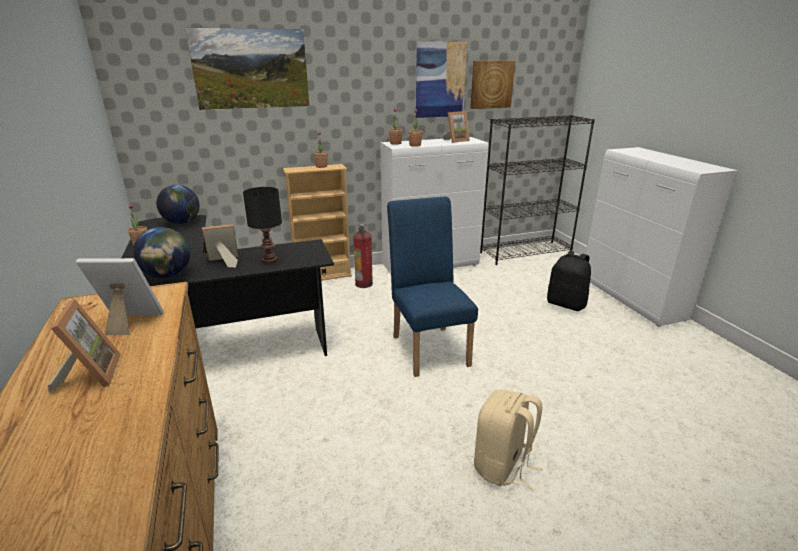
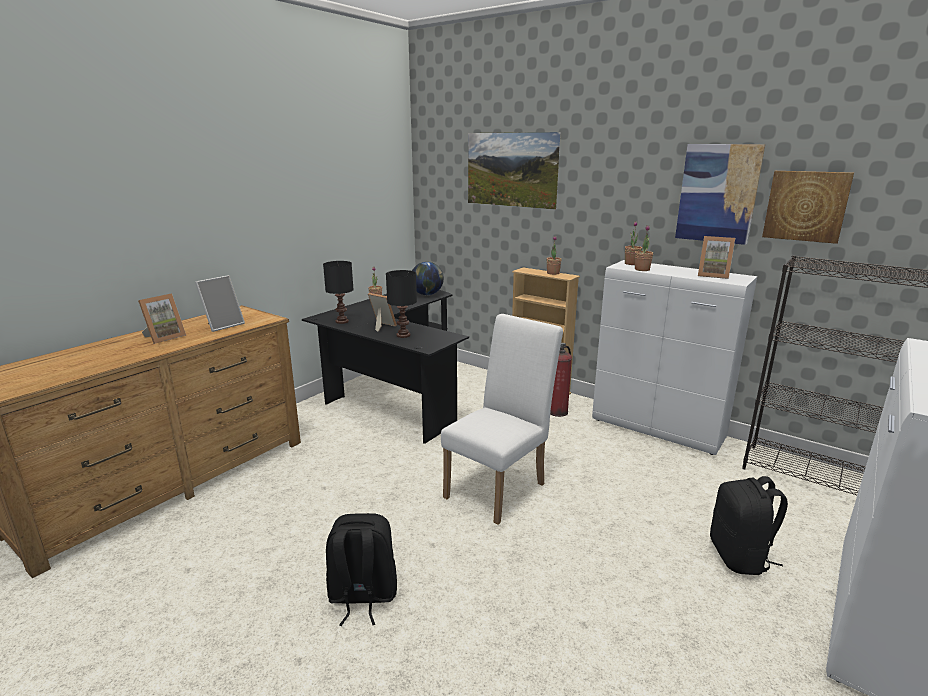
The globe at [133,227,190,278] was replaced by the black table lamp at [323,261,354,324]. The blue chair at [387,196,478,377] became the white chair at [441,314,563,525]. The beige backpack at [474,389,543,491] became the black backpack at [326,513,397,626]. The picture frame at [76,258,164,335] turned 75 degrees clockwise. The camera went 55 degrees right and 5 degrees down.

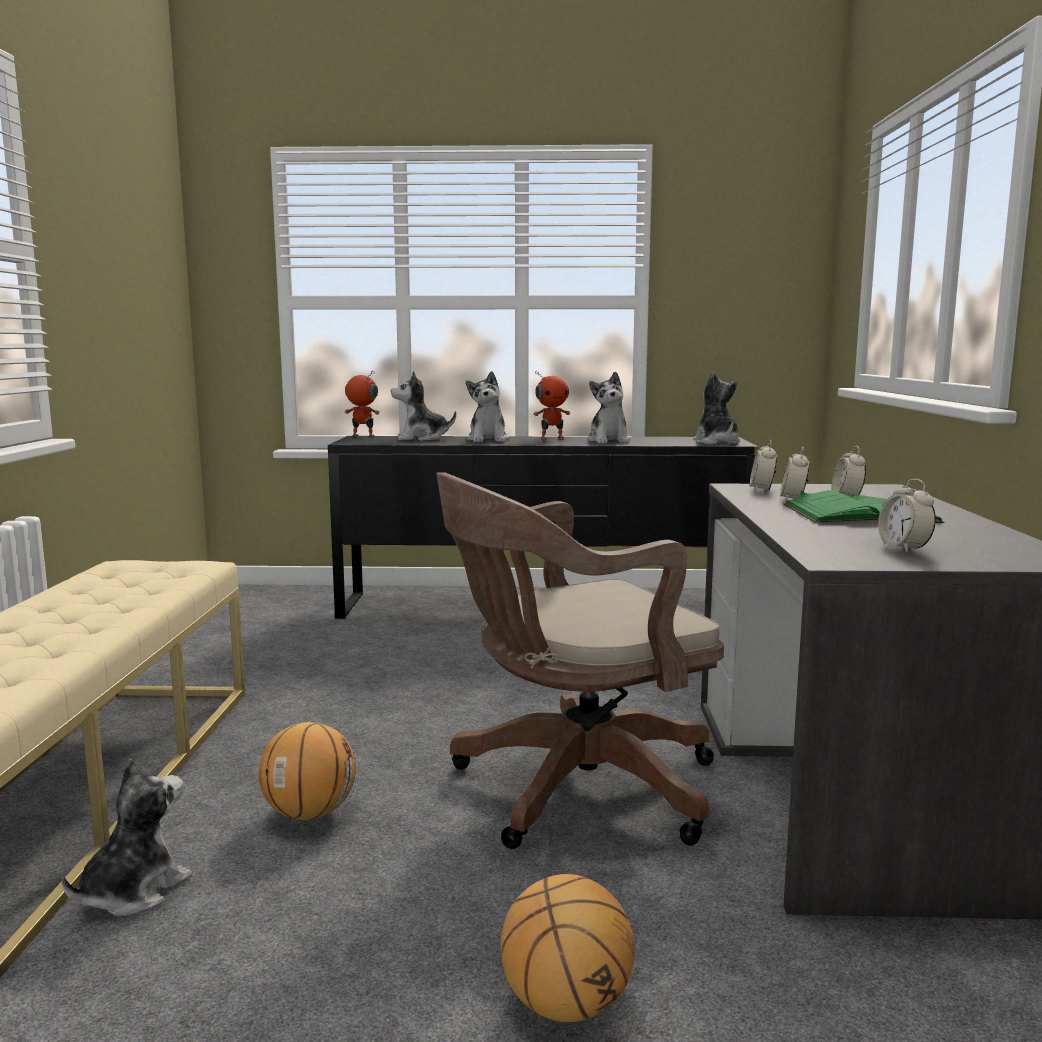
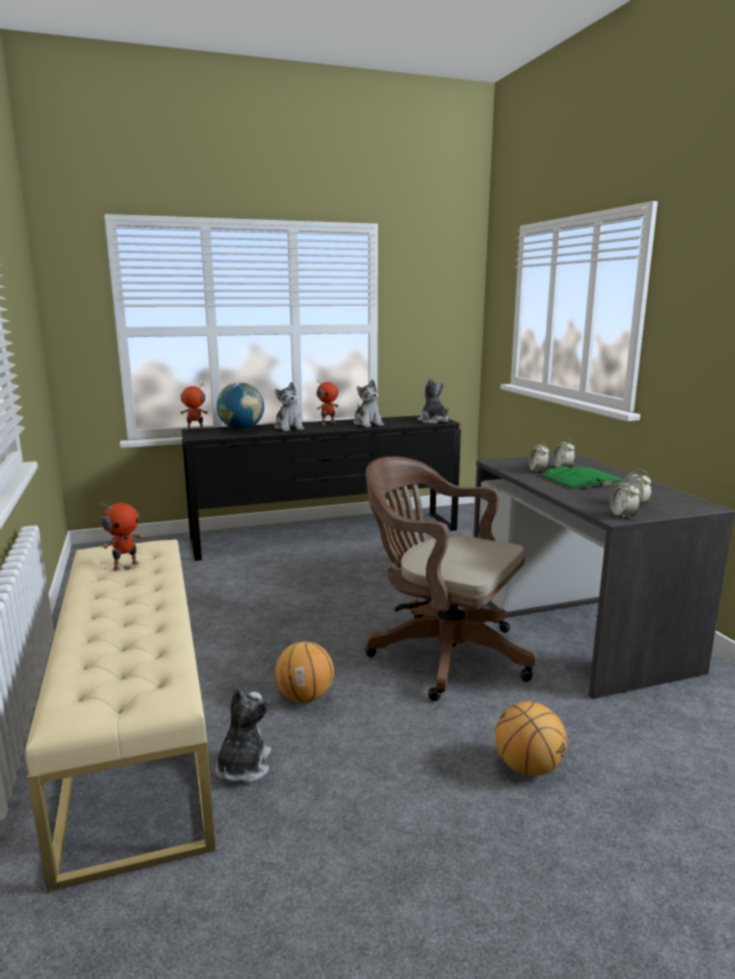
The toy robot at [99,502,143,571] appeared. The alarm clock moved from [749,440,777,491] to [610,479,640,519]. The plush toy at [391,371,456,441] was replaced by the globe at [217,382,264,430]. The brown office chair at [436,472,724,849] turned 75 degrees clockwise. The camera went 20 degrees left and 5 degrees up.

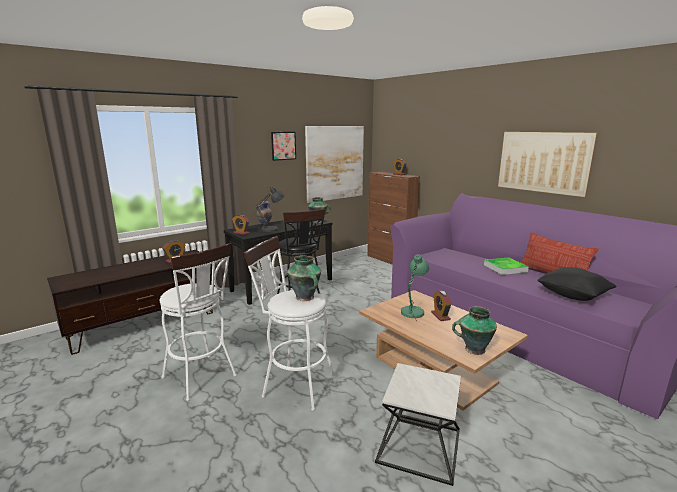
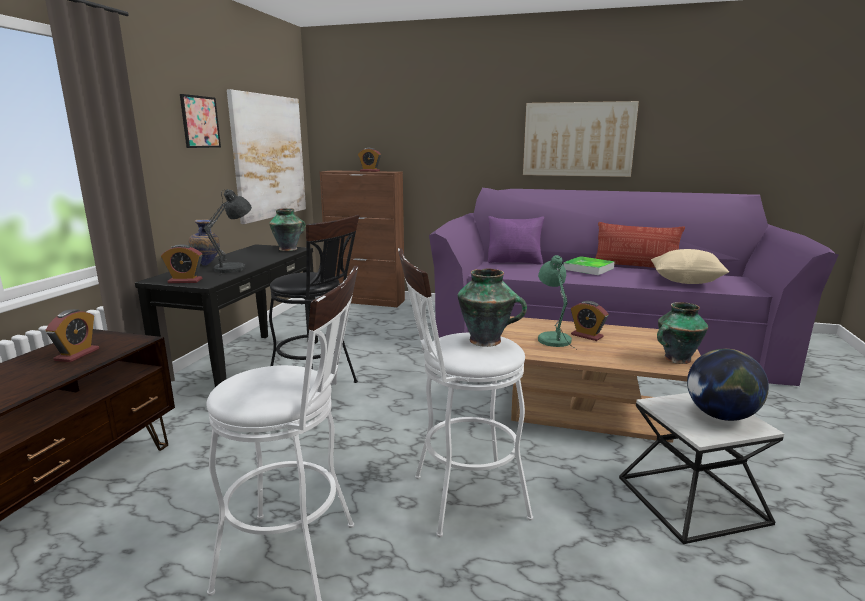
The purple pillow at [488,216,544,265] appeared. The globe at [687,349,769,421] appeared. The black pillow at [537,267,617,301] became the beige pillow at [651,249,729,284]. The camera went 35 degrees left and 0 degrees up.

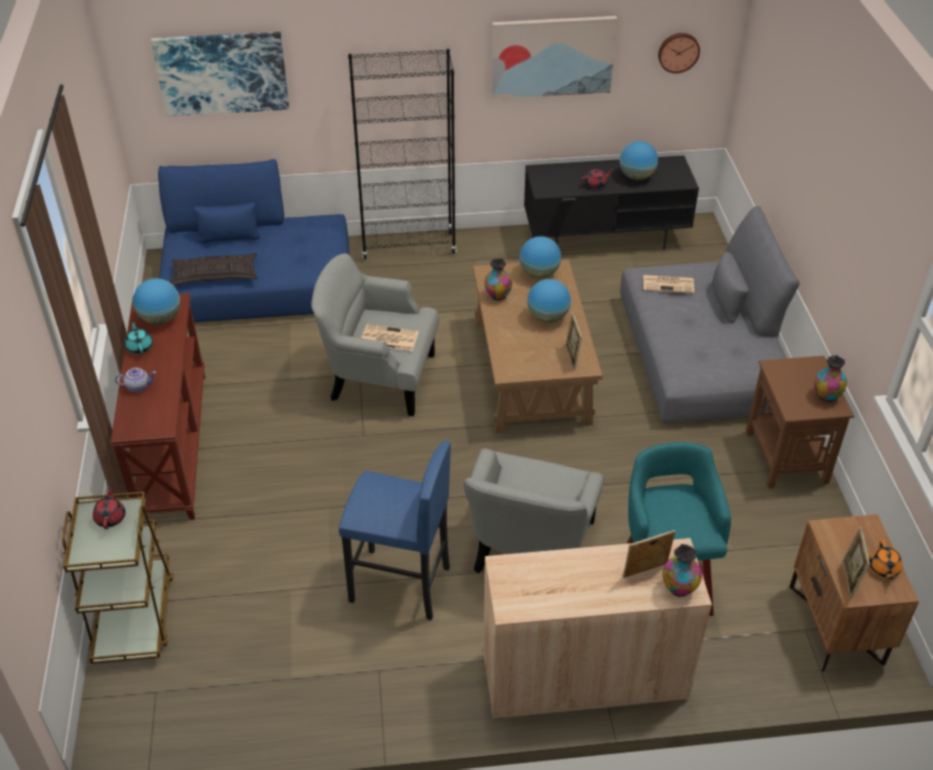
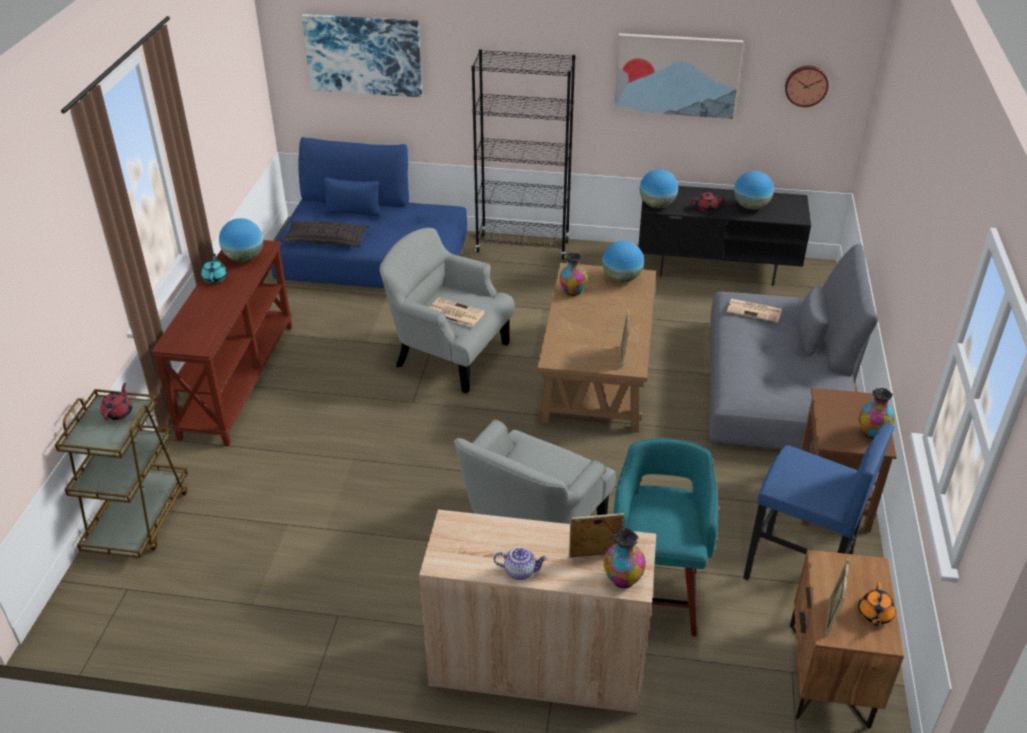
The teapot moved from [115,368,156,393] to [494,547,547,580]. The blue stool moved from [339,441,451,620] to [743,423,895,580]. The globe moved from [527,279,571,323] to [639,169,678,208]. The camera went 15 degrees right and 5 degrees down.

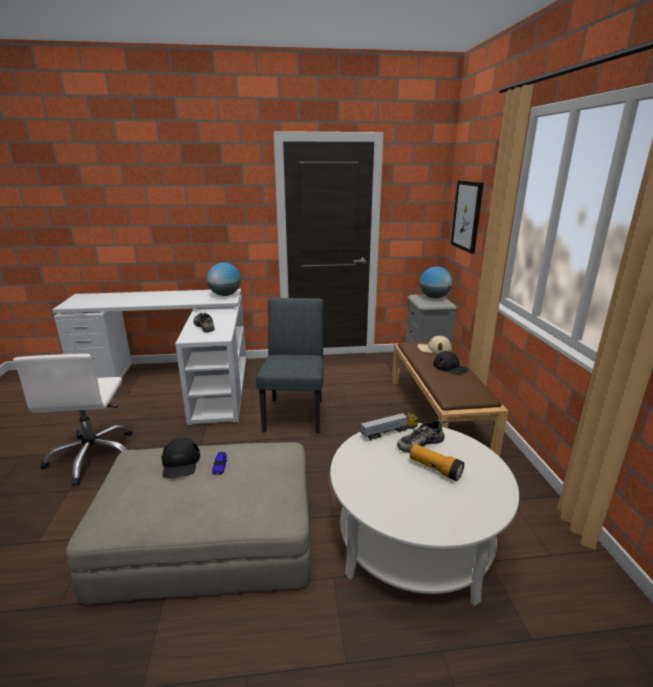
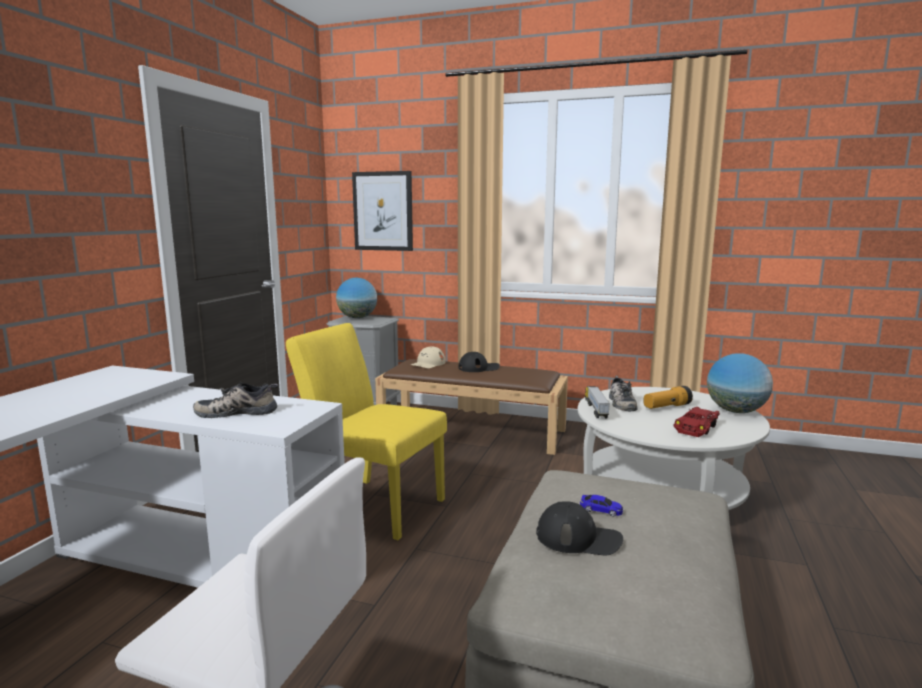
The red toy car at [673,407,720,437] appeared. The globe moved from [207,263,241,296] to [707,353,773,413]. The grey chair at [256,298,324,433] became the yellow chair at [286,323,447,540]. The camera went 65 degrees left and 10 degrees down.

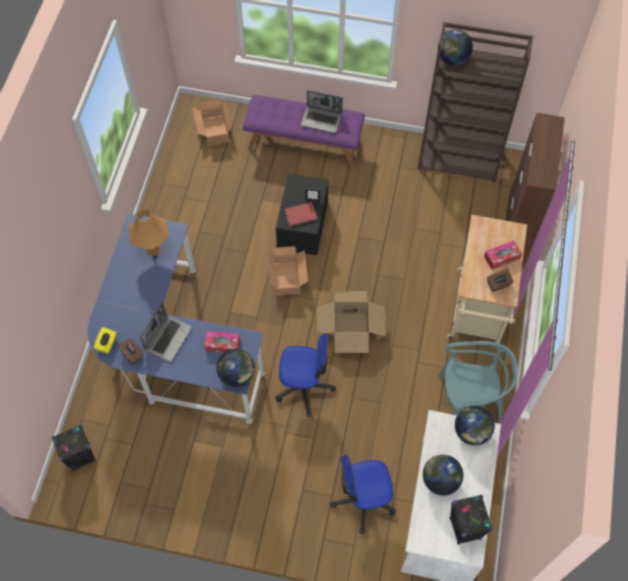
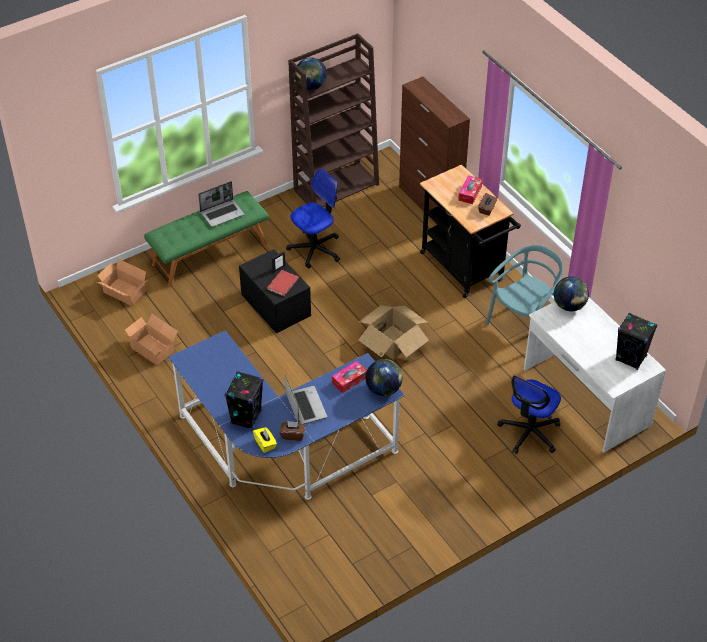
The orange table lamp at [129,209,168,256] disappeared. The globe at [423,454,463,496] disappeared. The black speaker moved from [51,424,96,471] to [224,371,263,430]. The cardboard box moved from [268,246,308,295] to [125,314,178,365]. The office chair moved from [275,333,336,417] to [286,168,340,268]. The purple bench at [243,95,365,168] became the green bench at [144,191,269,287]. The beige cart at [447,215,527,348] became the black cart at [420,165,521,298]. The camera went 45 degrees left and 15 degrees down.

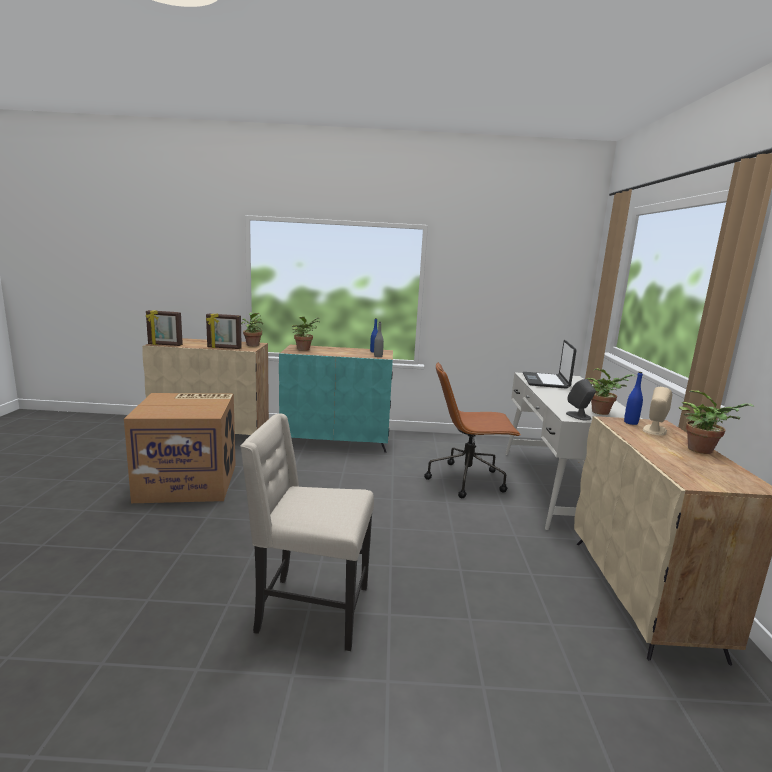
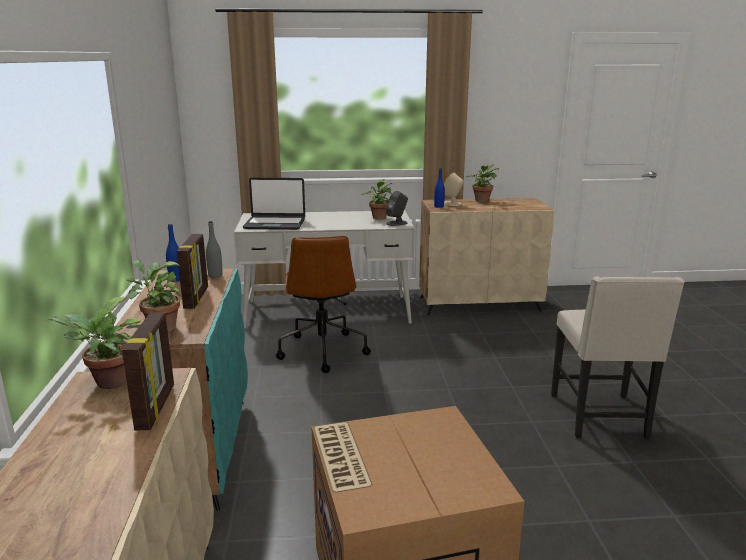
The picture frame moved from [146,310,183,346] to [177,234,208,309]. The camera went 95 degrees left and 5 degrees up.

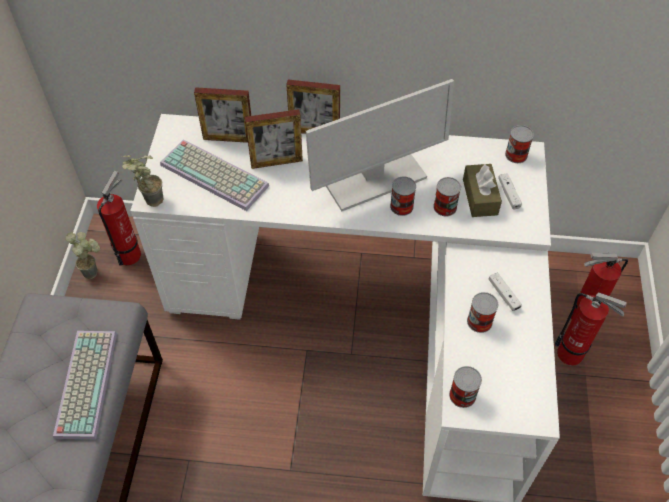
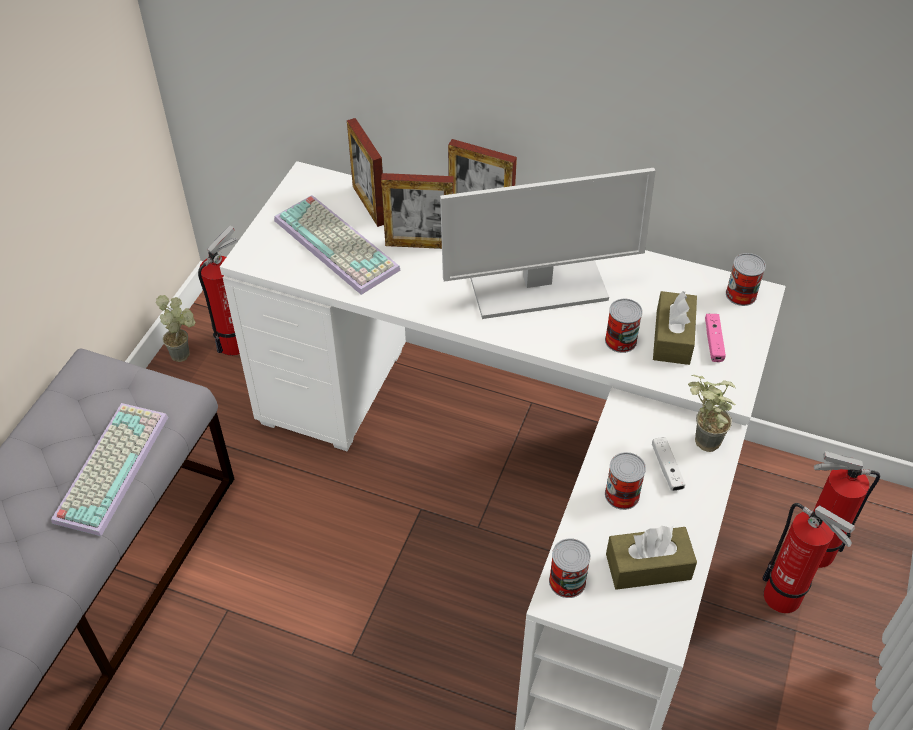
The can at [390,176,416,216] disappeared. The brown tissue box at [606,526,697,590] appeared. The potted plant moved from [121,155,163,207] to [688,375,736,452]. The white game controller at [498,173,522,209] became the pink game controller at [705,314,726,362]. The picture frame at [194,87,251,143] turned 45 degrees clockwise. The camera went 15 degrees right and 5 degrees down.

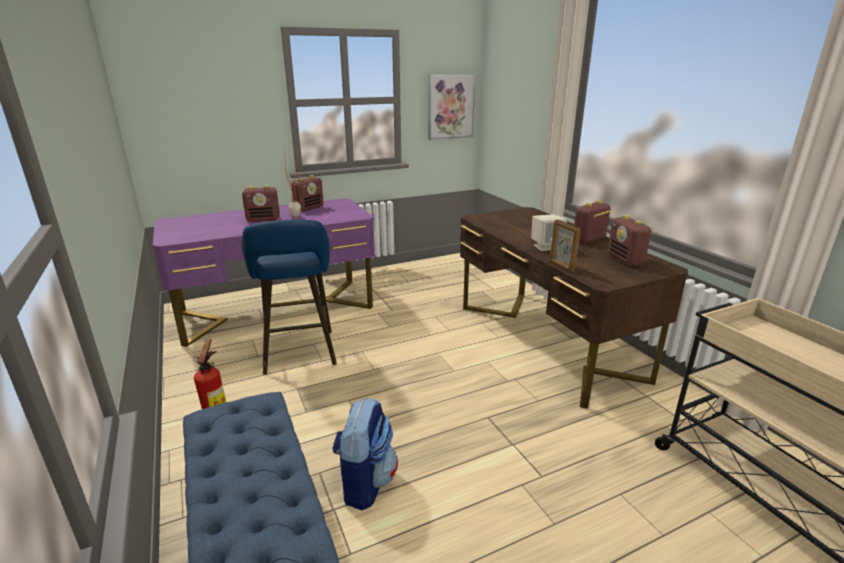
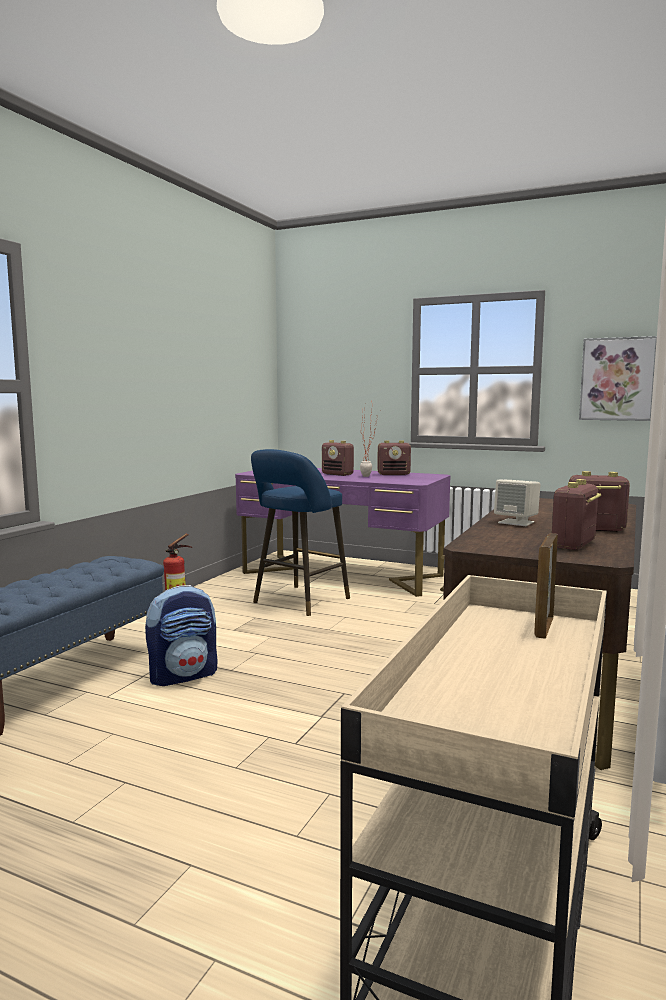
The picture frame moved from [550,220,581,272] to [534,533,558,638]. The camera went 50 degrees right and 15 degrees down.

